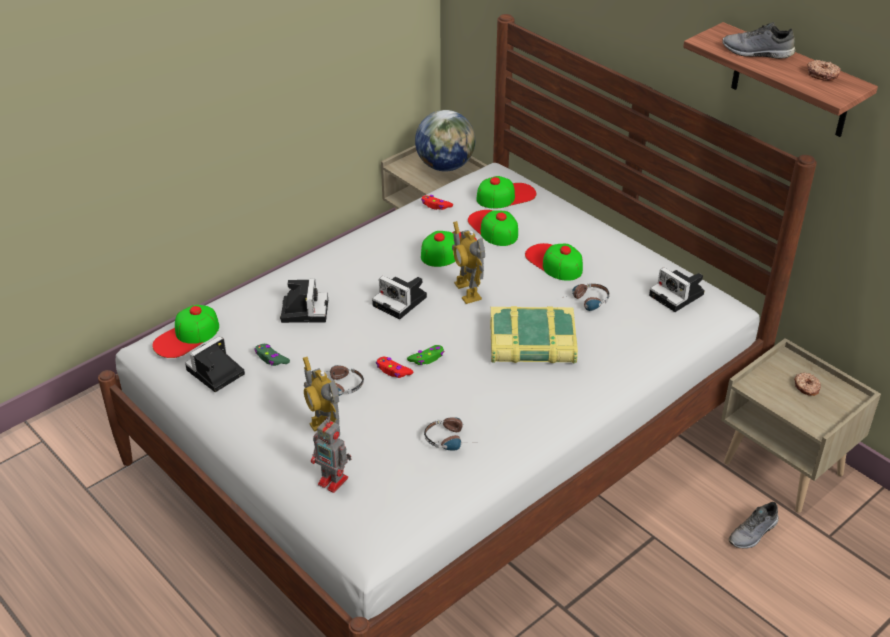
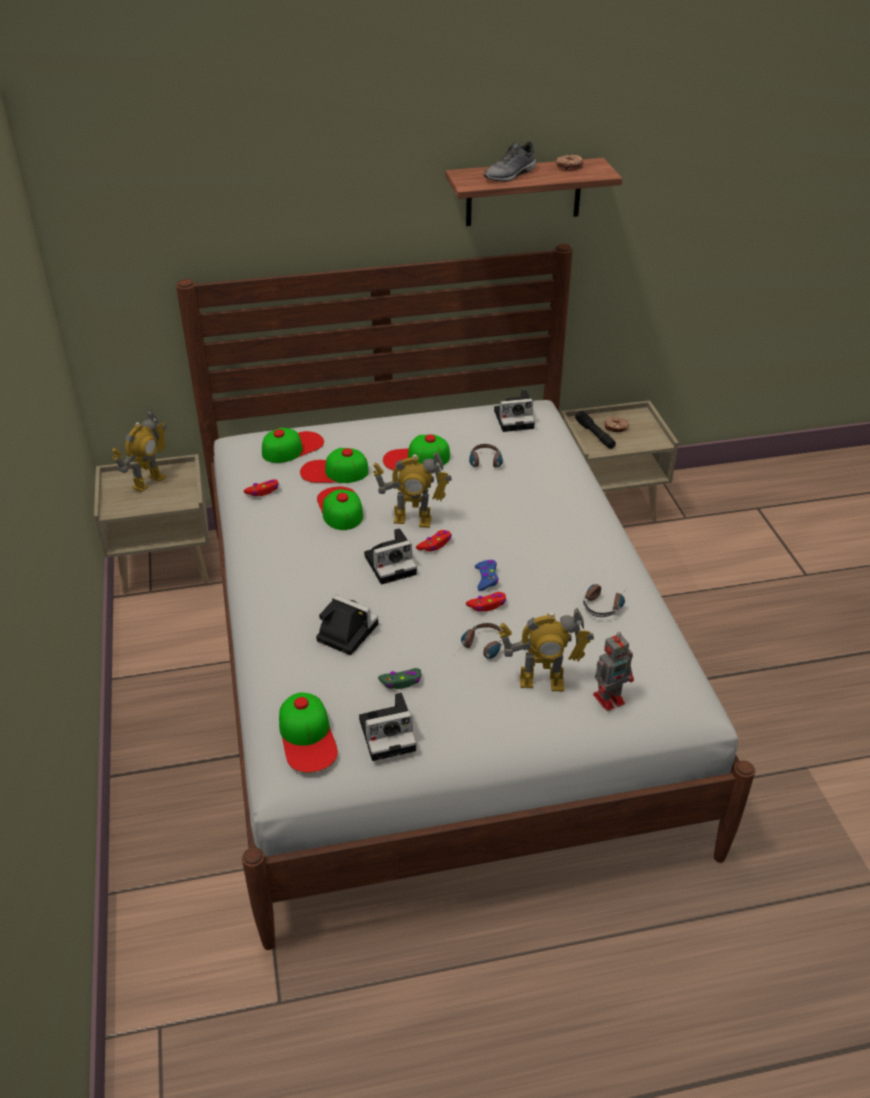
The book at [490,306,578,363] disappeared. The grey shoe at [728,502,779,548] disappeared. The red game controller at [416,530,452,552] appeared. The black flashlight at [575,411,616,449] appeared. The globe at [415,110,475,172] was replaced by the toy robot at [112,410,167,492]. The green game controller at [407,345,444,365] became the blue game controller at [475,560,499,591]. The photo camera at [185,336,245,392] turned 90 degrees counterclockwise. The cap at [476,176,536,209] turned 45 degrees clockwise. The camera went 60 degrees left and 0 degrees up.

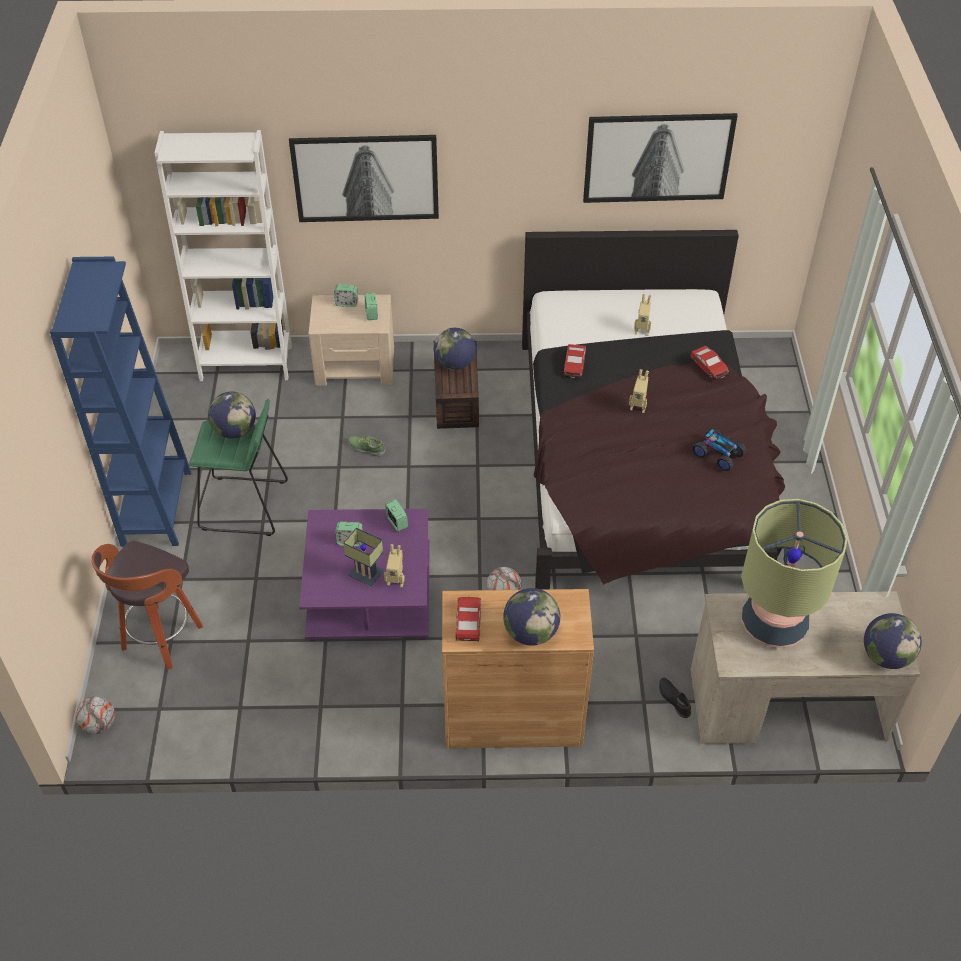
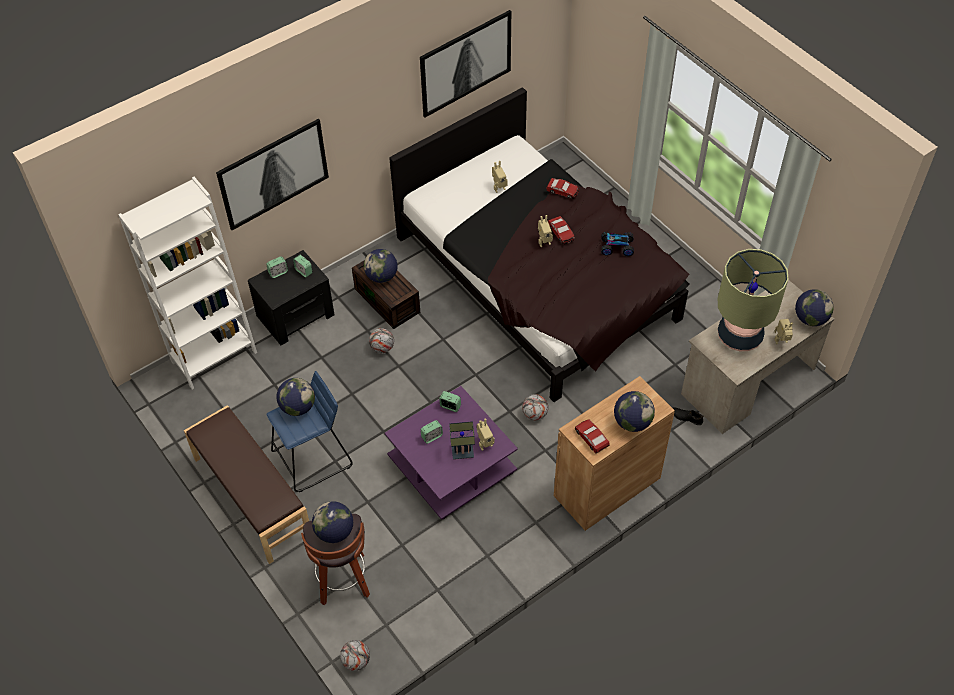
The shoe at [348,436,386,457] disappeared. The globe at [312,501,353,543] appeared. The football at [369,328,394,353] appeared. The toy robot at [774,319,793,344] appeared. The toy car moved from [564,344,586,378] to [548,216,575,244]. The blue bookcase at [50,257,192,547] was replaced by the brown bench at [184,405,309,564]. The green stool at [189,399,288,536] became the blue stool at [266,371,353,492]. The beige nightstand at [309,295,394,386] became the black nightstand at [248,250,335,345]. The camera went 35 degrees left and 5 degrees up.

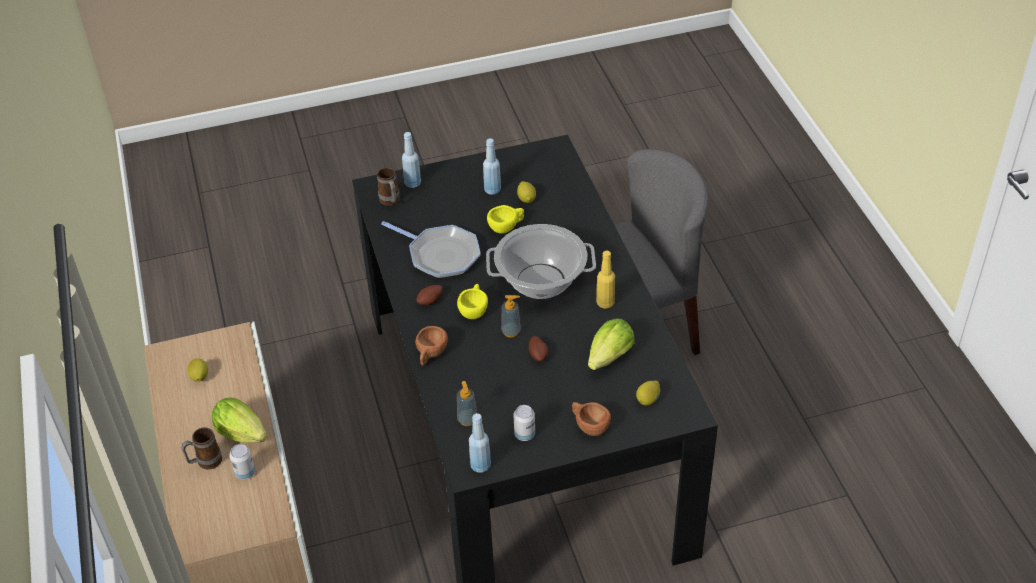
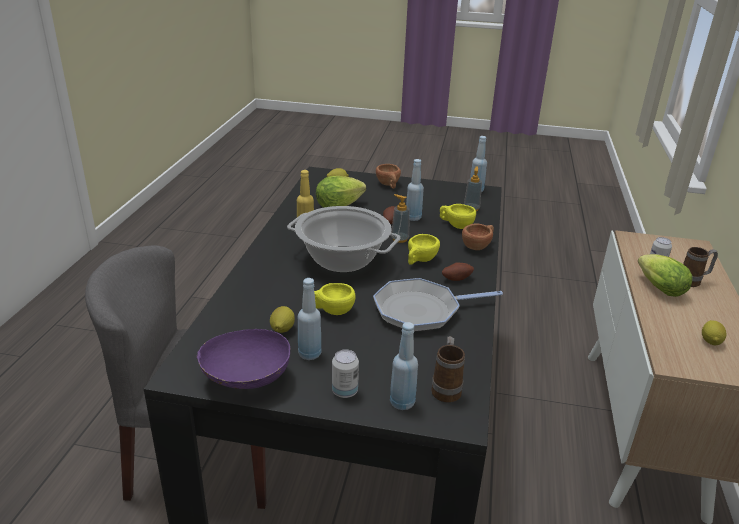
The purple bowl at [197,329,291,389] appeared. The blue bottle at [406,159,424,221] appeared. The yellow cup at [440,204,476,229] appeared. The can moved from [513,405,535,441] to [332,349,359,398]. The frying pan at [381,221,481,278] turned 75 degrees counterclockwise. The camera went 155 degrees left and 15 degrees down.

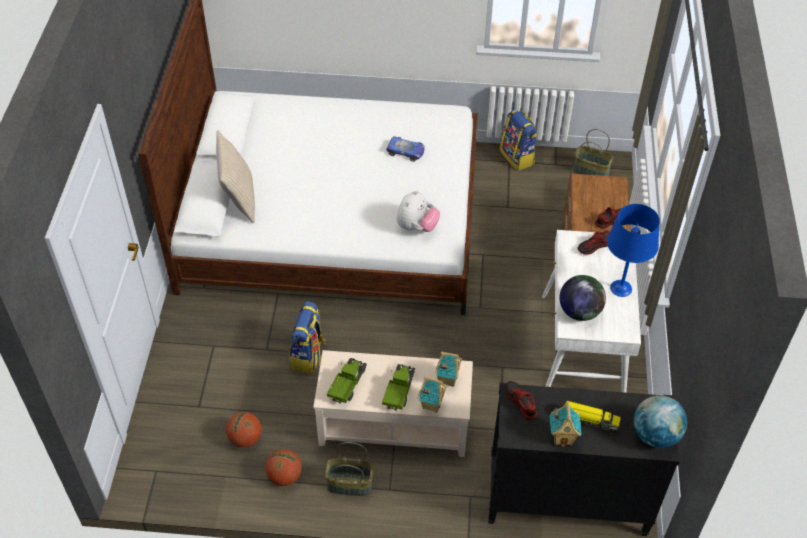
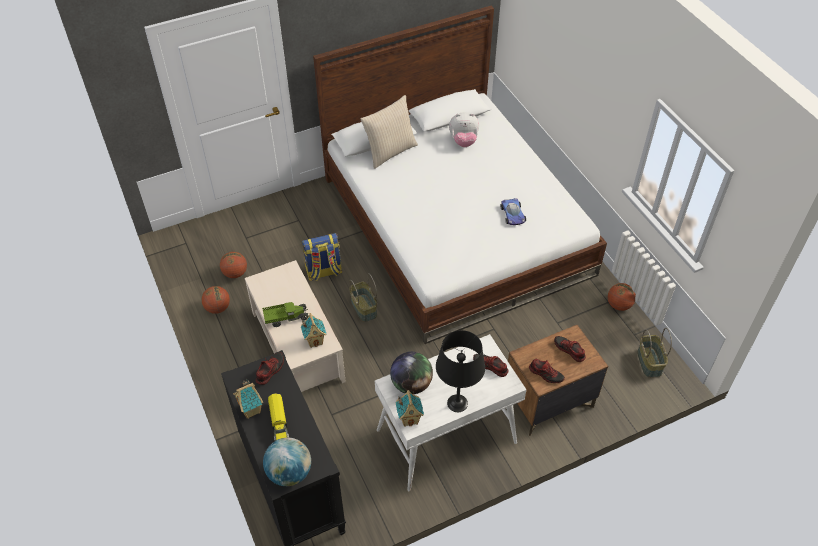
The toy truck at [327,358,366,404] disappeared. The shoe at [554,336,586,362] appeared. The basket moved from [325,442,374,496] to [349,273,377,322]. The plush toy moved from [397,190,440,232] to [449,112,479,147]. The toy house moved from [418,376,448,413] to [396,390,424,427]. The backpack at [500,106,537,170] was replaced by the basketball at [608,283,636,311]. The blue table lamp at [607,204,660,297] became the black table lamp at [436,330,485,412]. The camera went 60 degrees right and 0 degrees up.

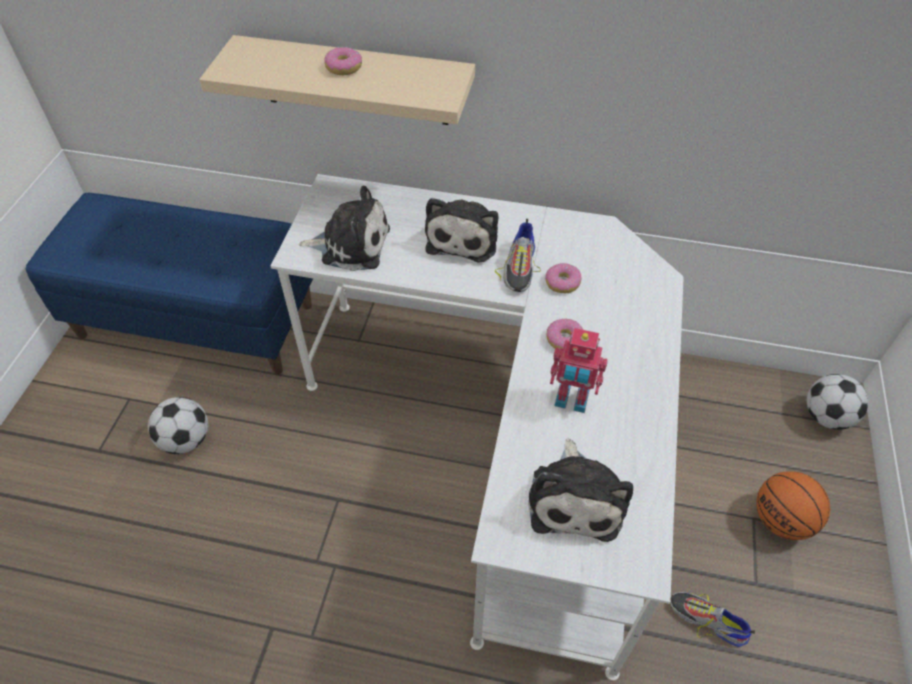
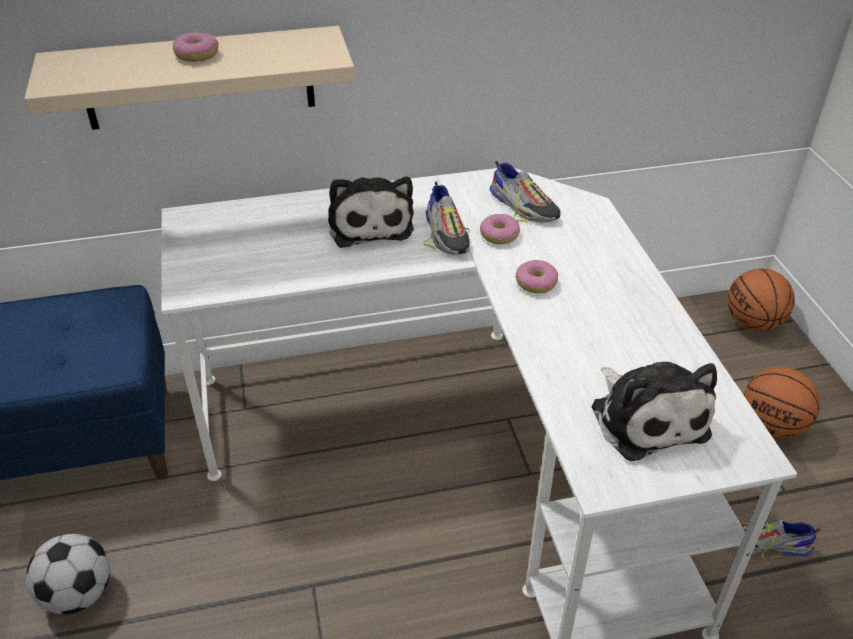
The plush toy at [299,186,390,271] disappeared. The toy robot at [550,328,608,413] disappeared. The shoe at [490,161,561,224] appeared. The football at [807,374,869,430] was replaced by the basketball at [727,268,795,331]. The camera went 25 degrees left and 10 degrees down.

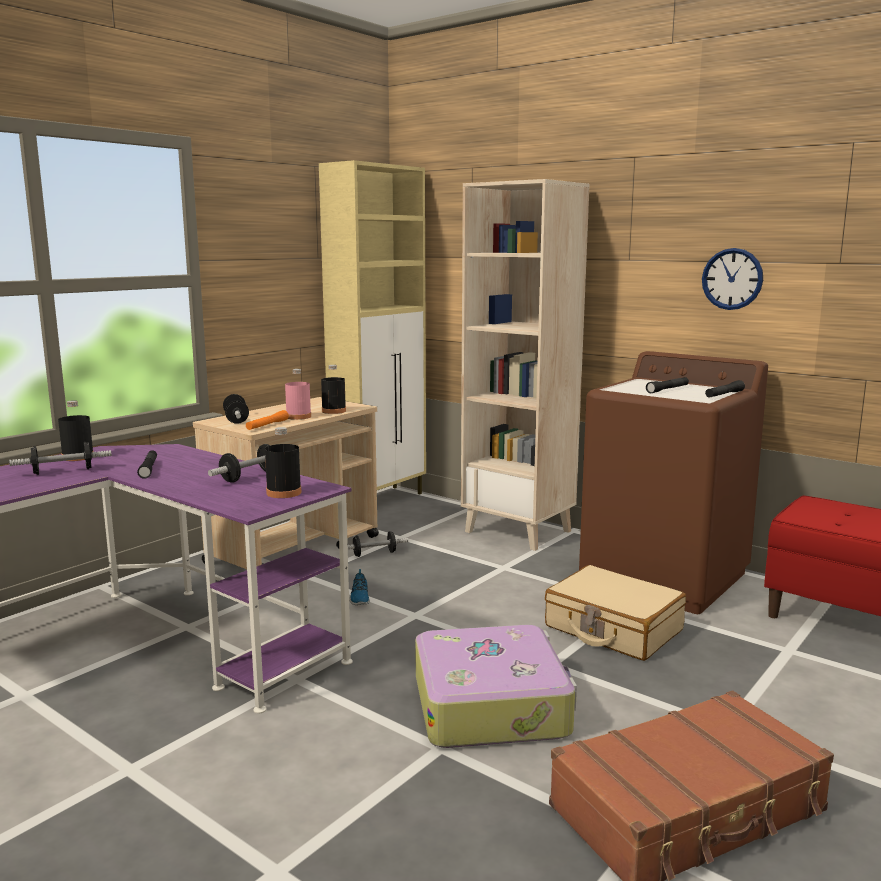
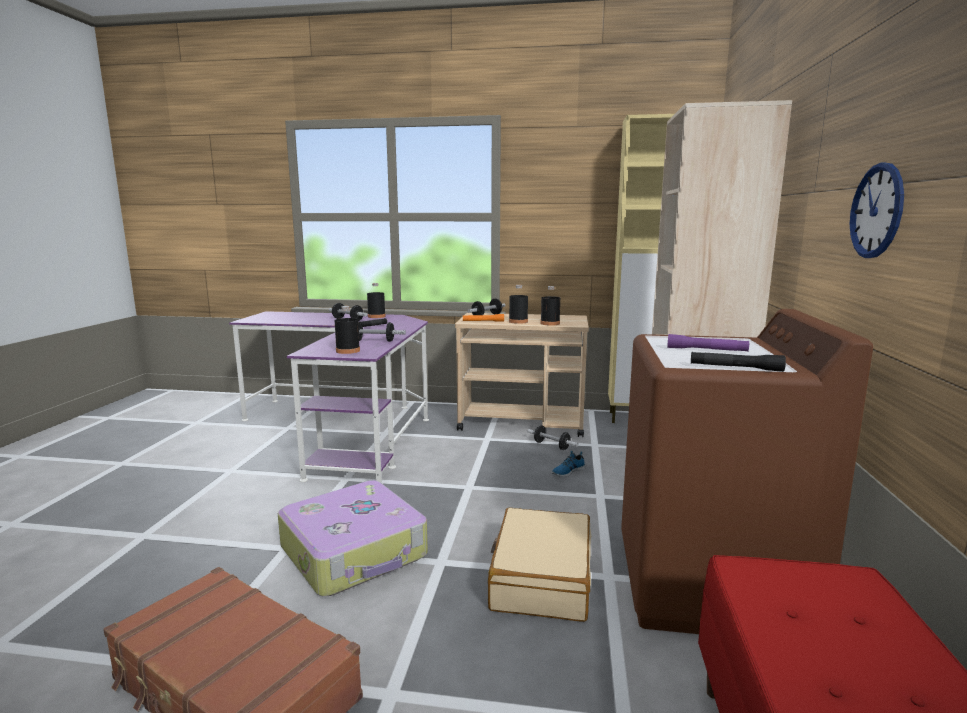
The shoe moved from [349,569,370,605] to [551,451,585,477]. The pink bottle at [285,369,311,420] became the black bottle at [509,285,528,324]. The black flashlight at [646,377,689,393] became the purple flashlight at [667,334,749,352]. The camera went 60 degrees right and 0 degrees up.

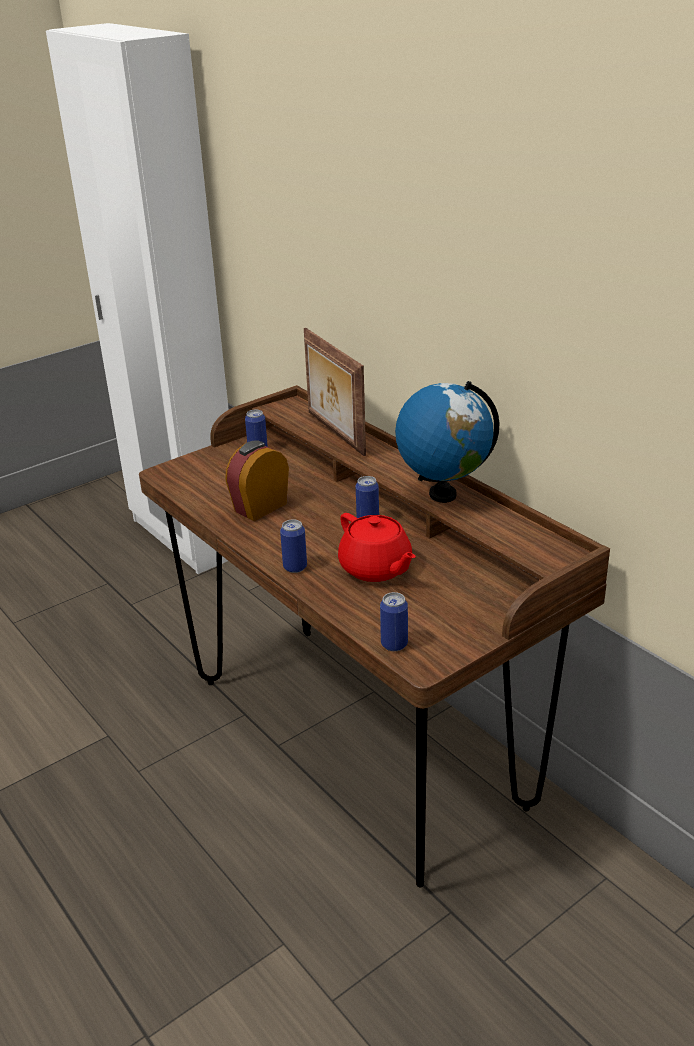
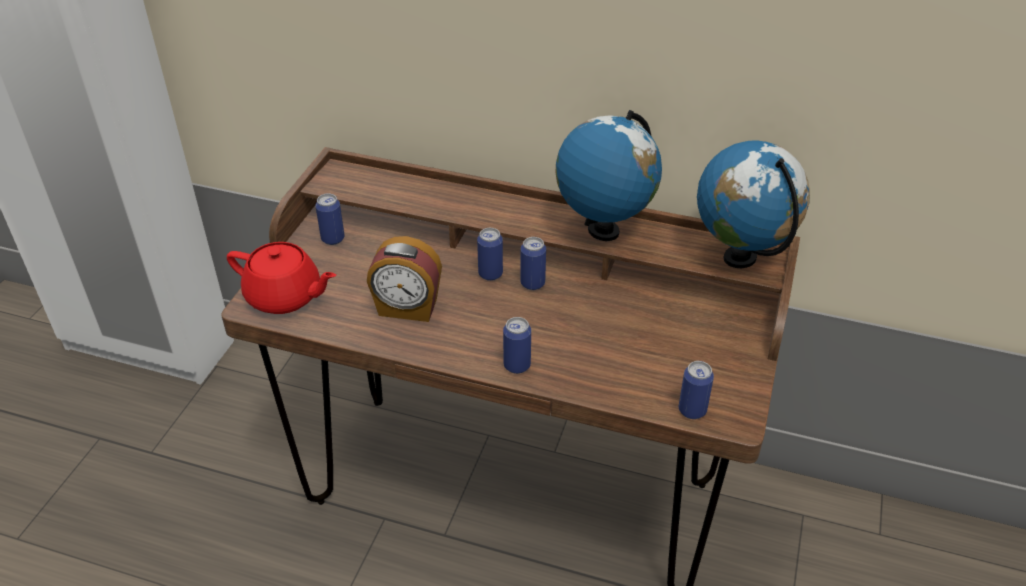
The picture frame at [304,328,366,456] disappeared. The can at [477,228,503,281] appeared. The globe at [697,140,810,268] appeared. The red teapot moved from [338,513,416,582] to [227,242,336,314]. The alarm clock at [225,440,289,521] turned 90 degrees counterclockwise. The camera went 35 degrees left and 10 degrees up.

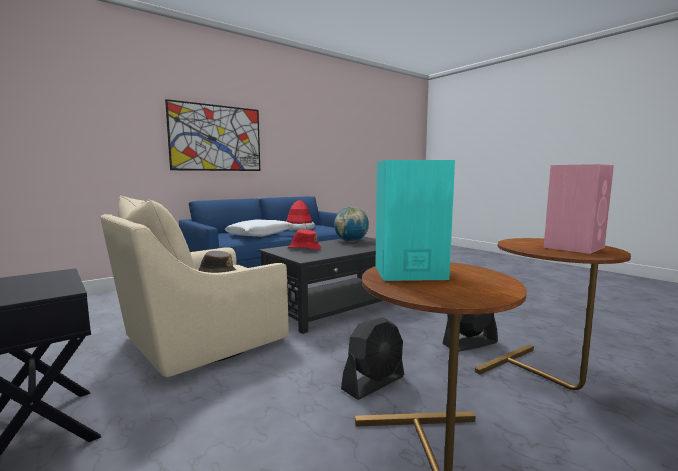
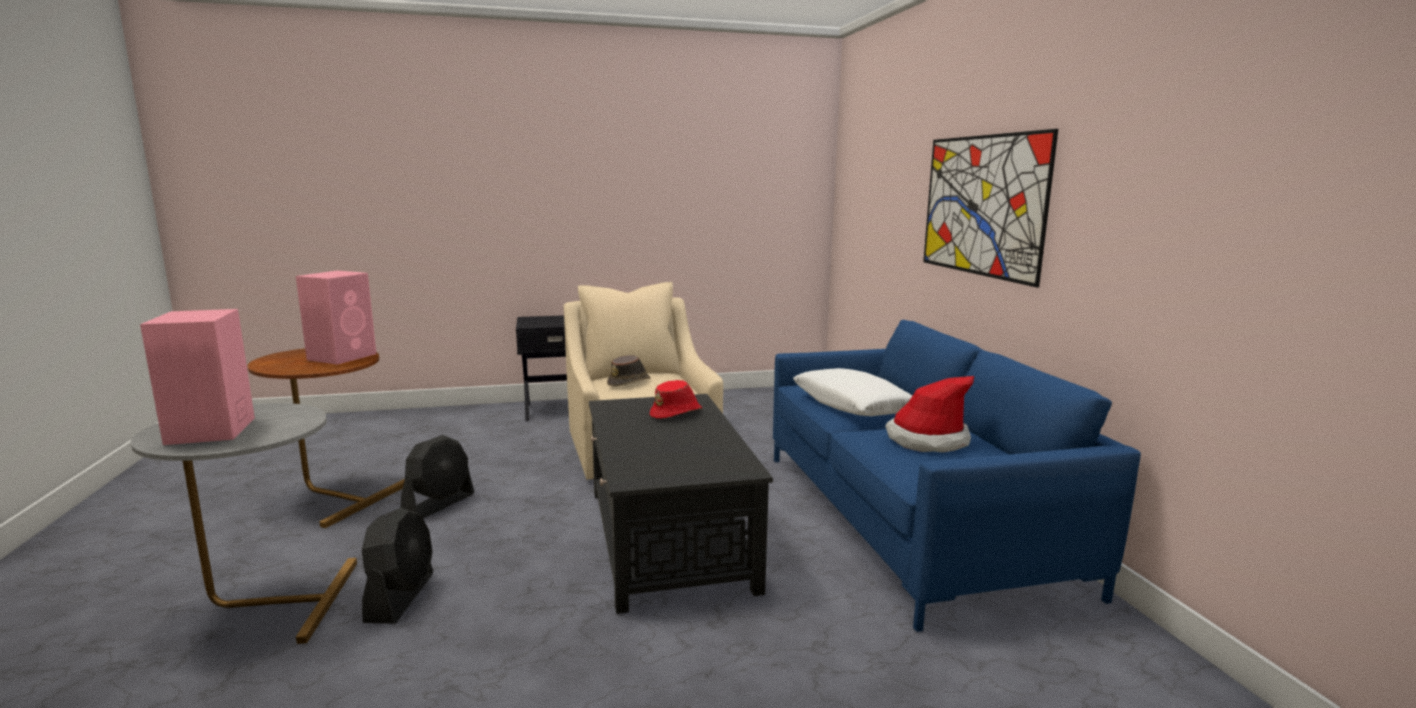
The globe at [334,207,369,242] disappeared. The turquoise speaker at [375,160,455,281] became the pink speaker at [296,271,376,365]. The brown side table at [475,238,631,390] became the grey side table at [131,403,357,644]. The black fan at [341,317,404,400] turned 135 degrees counterclockwise. The camera went 115 degrees right and 5 degrees up.

